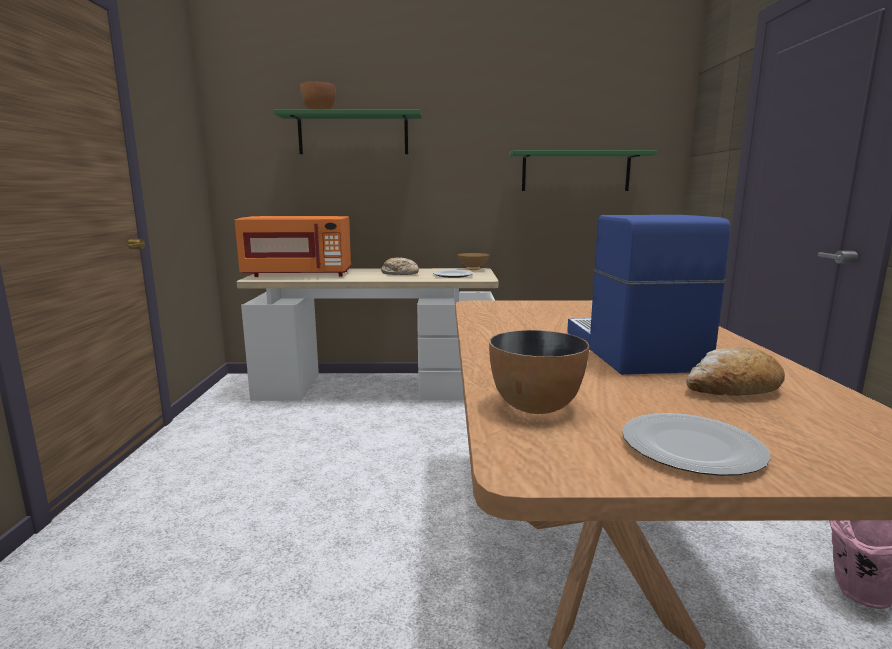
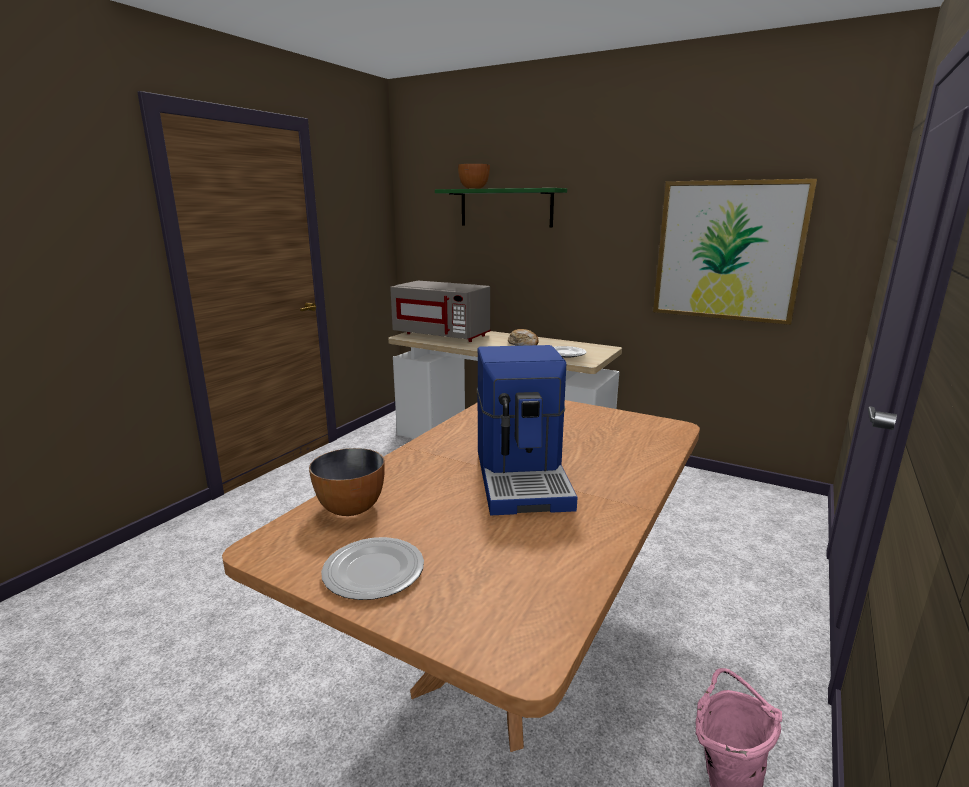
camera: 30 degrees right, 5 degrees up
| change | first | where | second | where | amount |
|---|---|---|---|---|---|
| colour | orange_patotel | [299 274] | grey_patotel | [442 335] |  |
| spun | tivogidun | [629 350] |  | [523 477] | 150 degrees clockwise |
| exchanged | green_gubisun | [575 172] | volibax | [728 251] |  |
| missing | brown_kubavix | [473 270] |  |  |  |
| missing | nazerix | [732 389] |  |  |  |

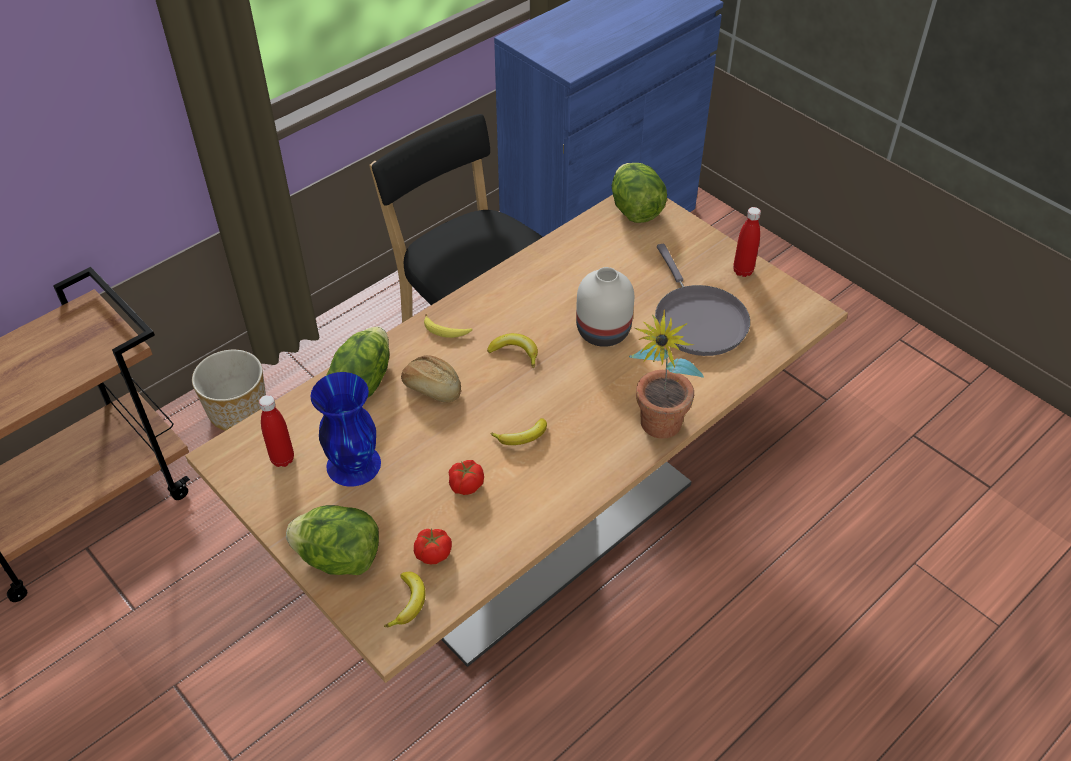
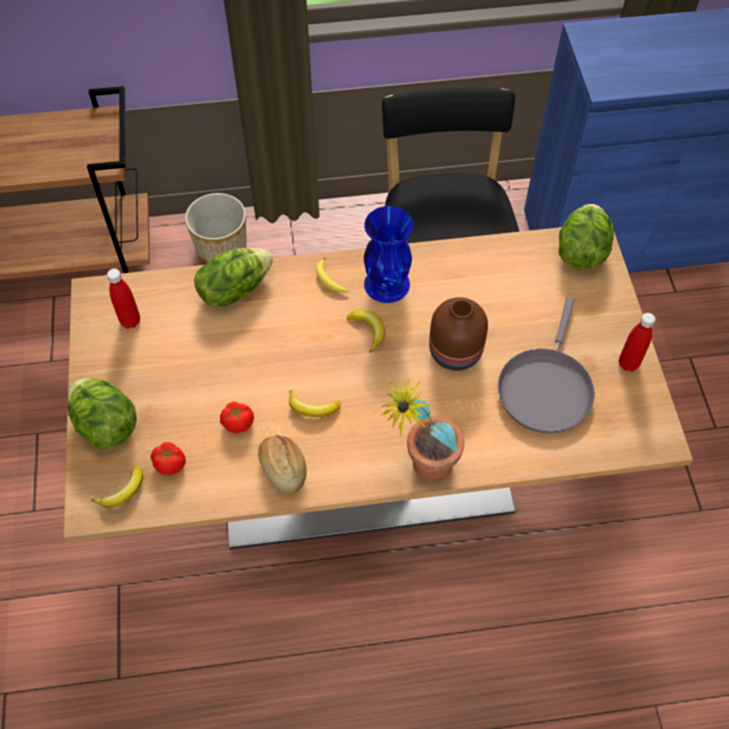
camera: 35 degrees right, 10 degrees up
| change | first | where | second | where | amount |
|---|---|---|---|---|---|
| relocated | nazerix | [432 388] |  | [283 468] |  |
| relocated | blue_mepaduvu | [353 463] |  | [387 283] |  |
| colour | white_mepaduvu | [603 332] | brown_mepaduvu | [454 353] |  |

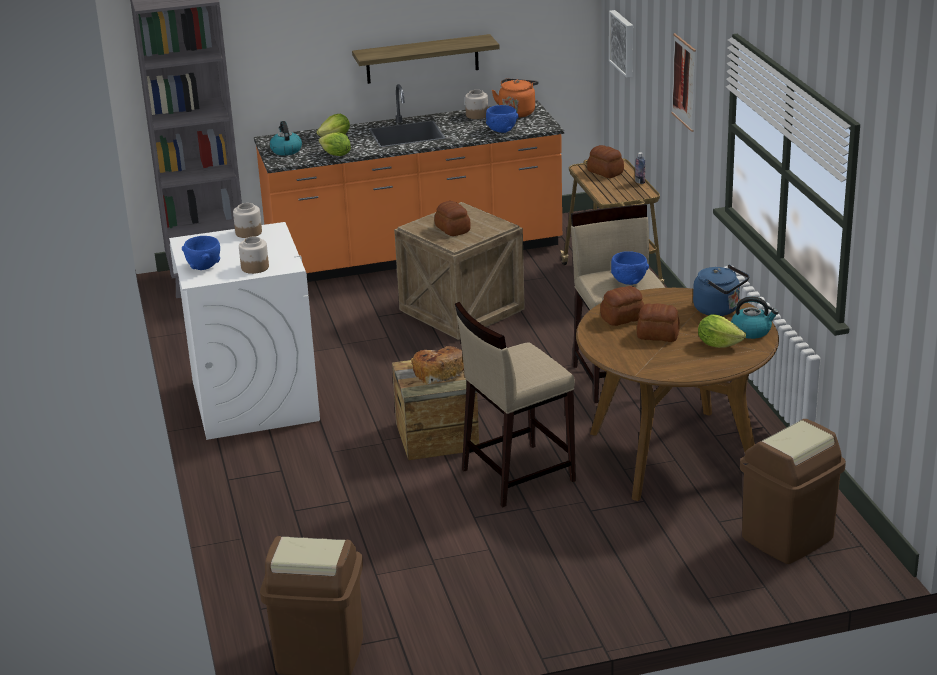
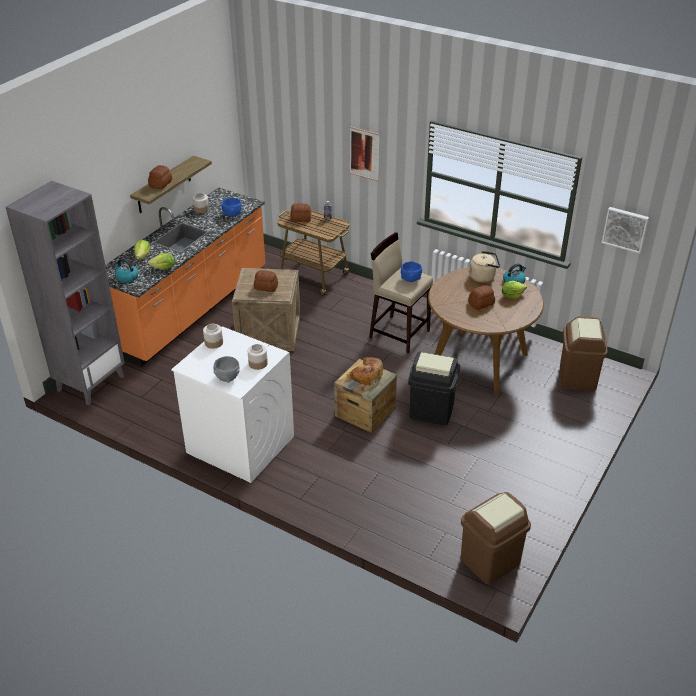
camera: 45 degrees left, 10 degrees up
| change | first | where | second | where | amount |
|---|---|---|---|---|---|
| relocated | nazerix | [622 318] |  | [160 184] |  |
| colour | blue_kubavix | [203 267] | grey_kubavix | [227 378] |  |
| exchanged | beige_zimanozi | [516 475] | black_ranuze | [431 411] |  |
| colour | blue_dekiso | [719 309] | beige_dekiso | [483 277] |  |
| relocated | volibax | [623 43] |  | [625 229] |  |
| missing | orange_dekiso | [517 112] |  |  |  |

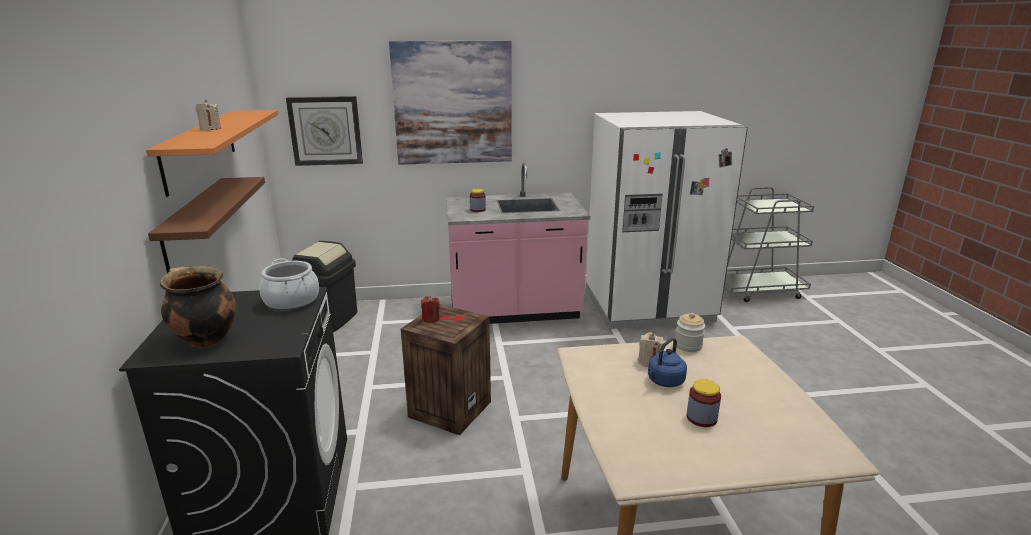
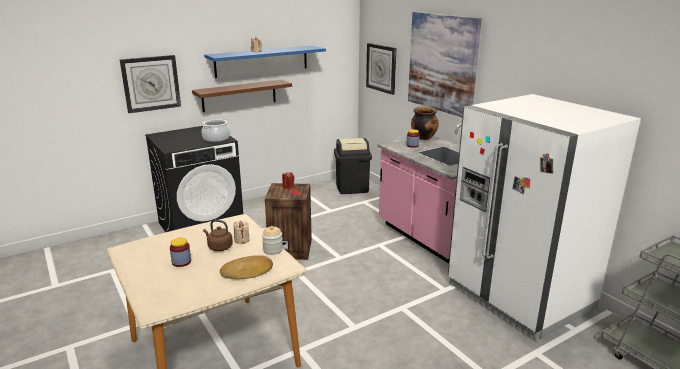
camera: 65 degrees right, 0 degrees up
| change | first | where | second | where | amount |
|---|---|---|---|---|---|
| appeared |  |  | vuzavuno | [151 83] |  |
| colour | blue_dekiso | [664 381] | brown_dekiso | [219 247] |  |
| colour | orange_gubisun | [200 149] | blue_gubisun | [262 61] |  |
| appeared |  |  | nazerix | [248 272] |  |
| relocated | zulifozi | [205 339] |  | [423 137] |  |

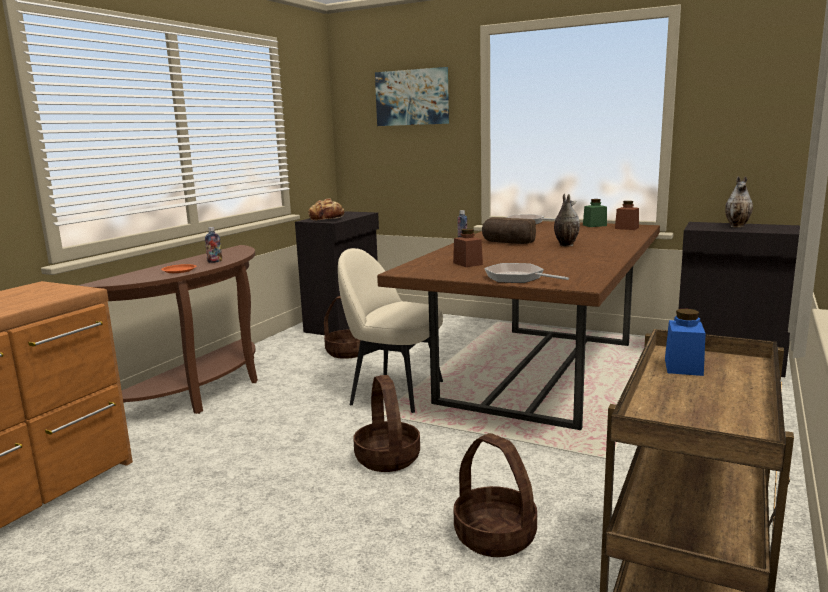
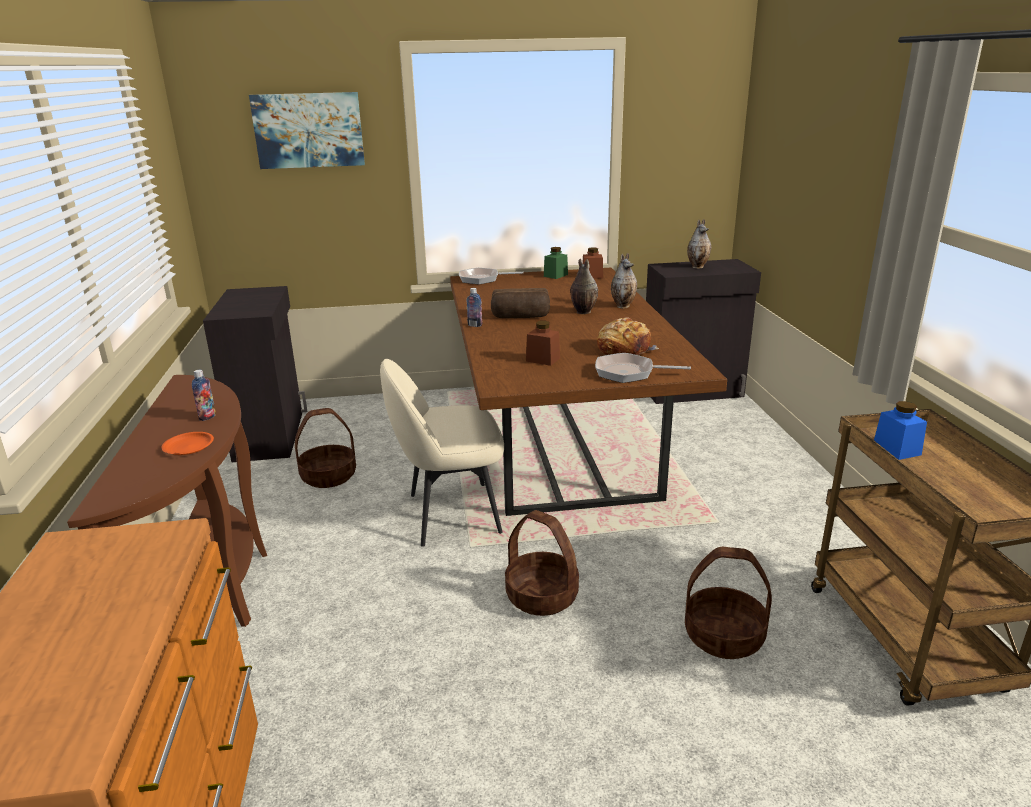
camera: 35 degrees left, 10 degrees up
| change | first | where | second | where | amount |
|---|---|---|---|---|---|
| relocated | nazerix | [327 219] |  | [624 349] |  |
| appeared |  |  | mepaduvu | [623 306] |  |

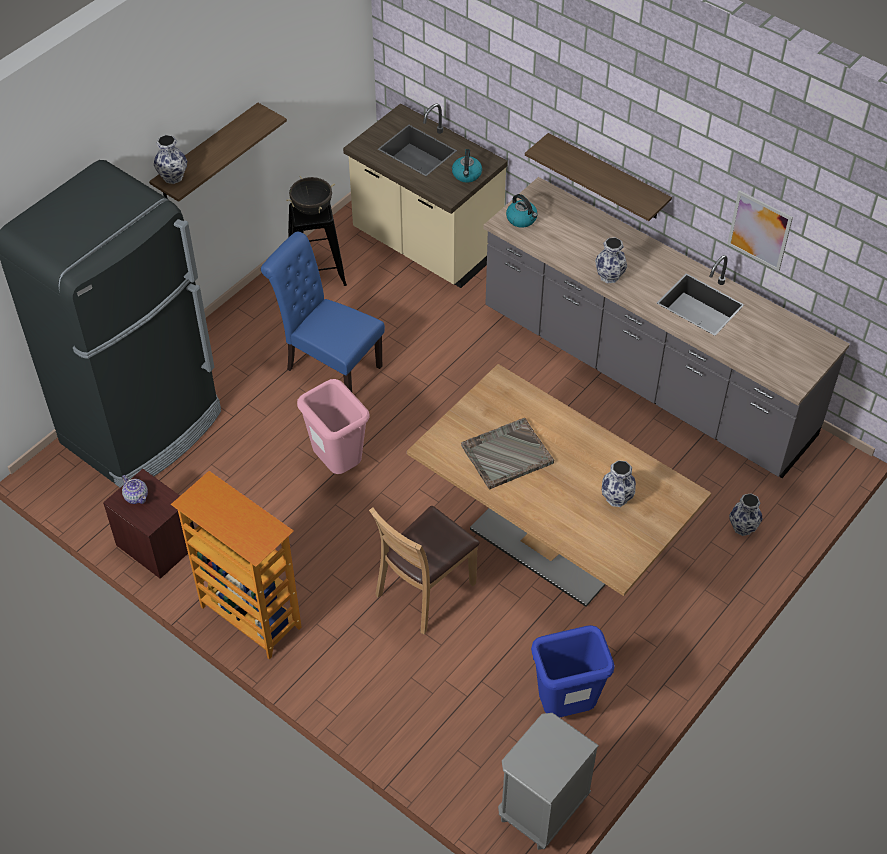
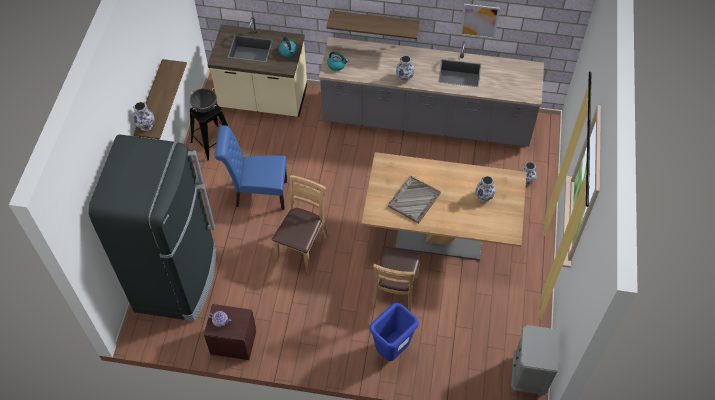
camera: 30 degrees left, 5 degrees up
| change | first | where | second | where | amount |
|---|---|---|---|---|---|
| exchanged | pink_ranuze | [338 465] | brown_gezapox | [302 247] |  |
| relocated | blue_ranuze | [566 707] |  | [392 350] |  |
| missing | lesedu | [250 618] |  |  |  |

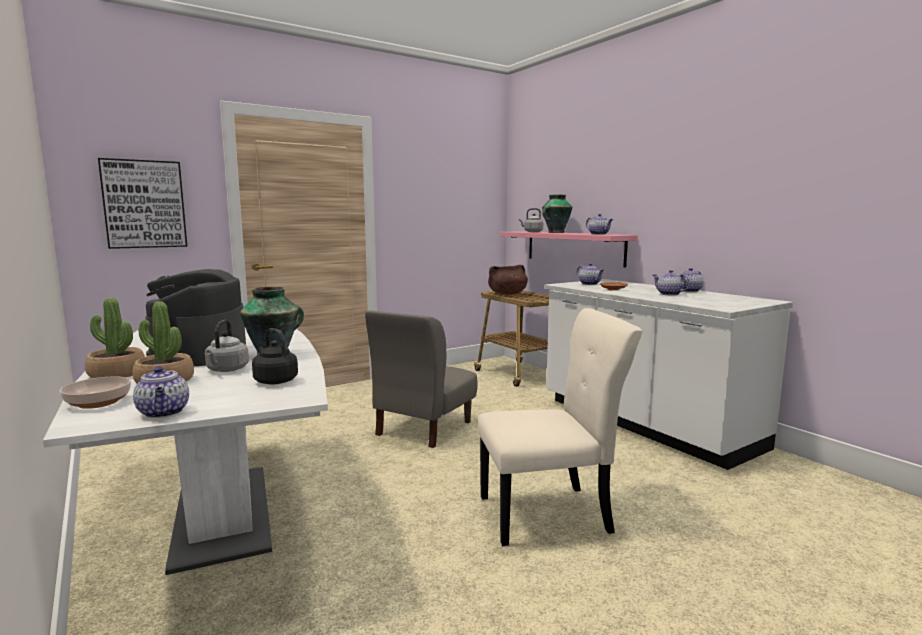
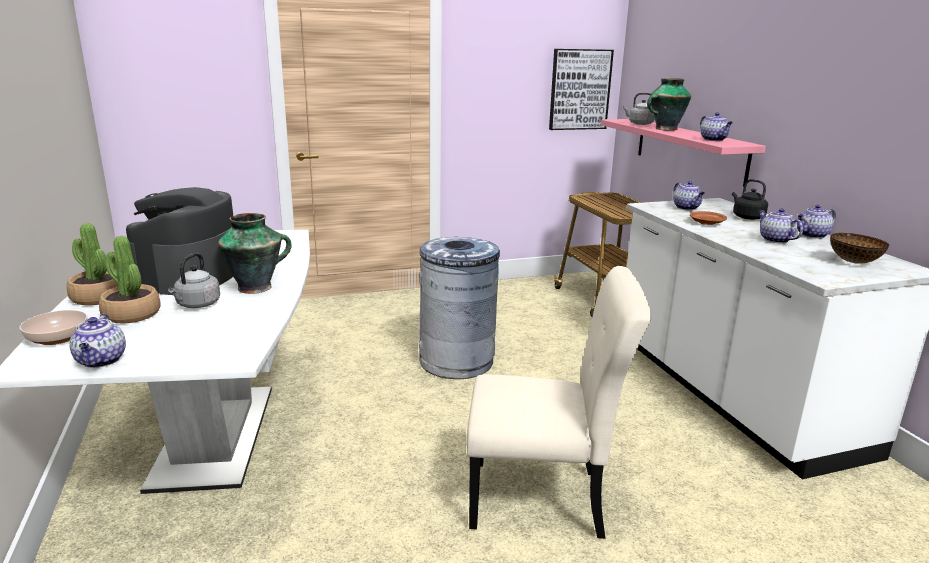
camera: 15 degrees right, 10 degrees up
| change | first | where | second | where | amount |
|---|---|---|---|---|---|
| exchanged | grey_gezapox | [423 428] | grey_ranuze | [457 361] |  |
| relocated | volibax | [144 204] |  | [579 89] |  |
| relocated | black_dekiso | [274 380] |  | [746 217] |  |
| appeared |  |  | kubavix | [854 262] |  |
| missing | brown_zulifozi | [507 294] |  |  |  |

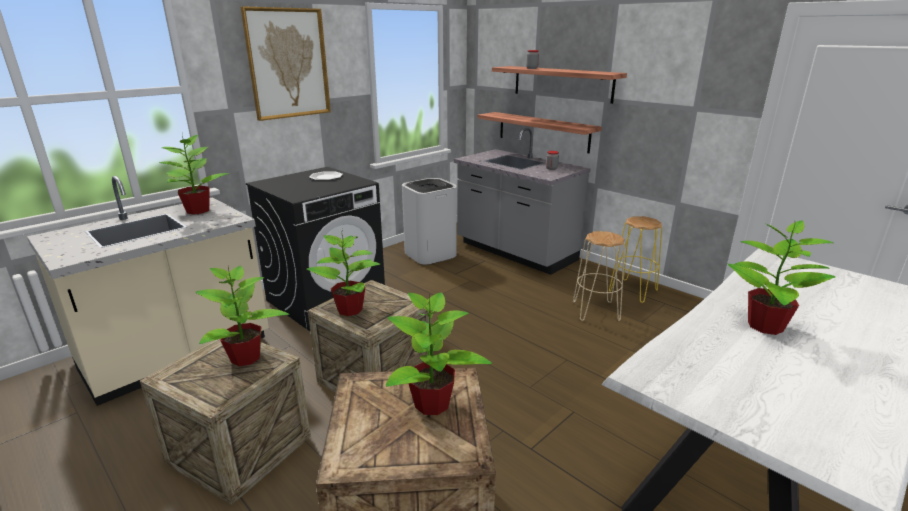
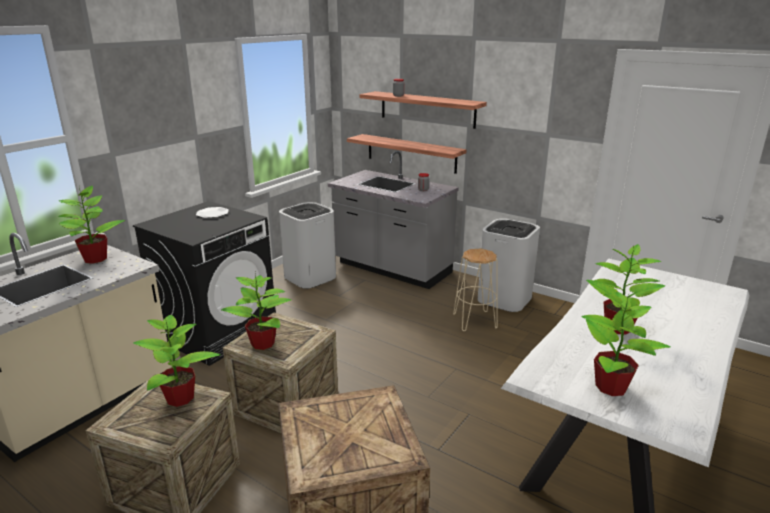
camera: 10 degrees left, 0 degrees up
| change | first | where | second | where | amount |
|---|---|---|---|---|---|
| exchanged | yellow_zimanozi | [633 291] | white_ranuze | [505 299] |  |
| relocated | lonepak | [432 404] |  | [612 387] |  |
| missing | volibax | [288 63] |  |  |  |

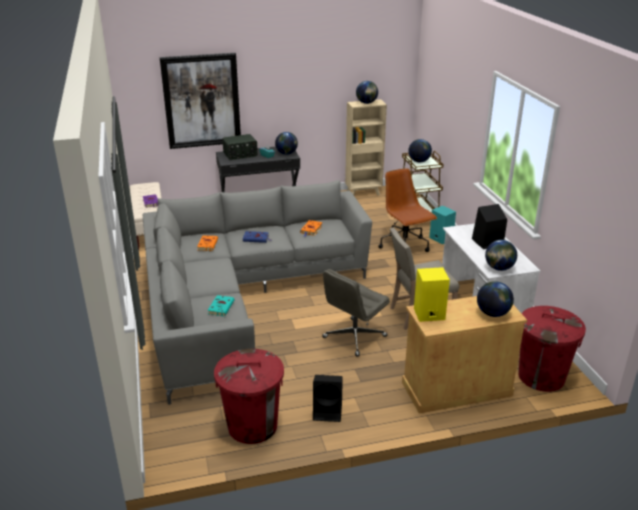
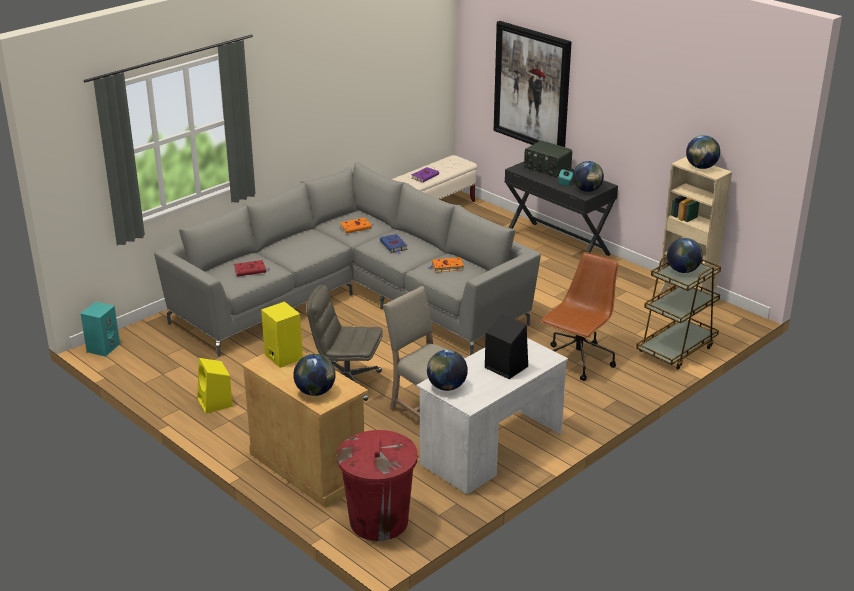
camera: 60 degrees right, 0 degrees up
| change | first | where | second | where | amount |
|---|---|---|---|---|---|
| relocated | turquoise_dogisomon | [440 238] |  | [103 347] |  |
| colour | black_dogisomon | [328 411] | yellow_dogisomon | [215 403] |  |
| colour | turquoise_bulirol | [221 307] | red_bulirol | [251 270] |  |
| missing | red_ranuze | [252 426] |  |  |  |

